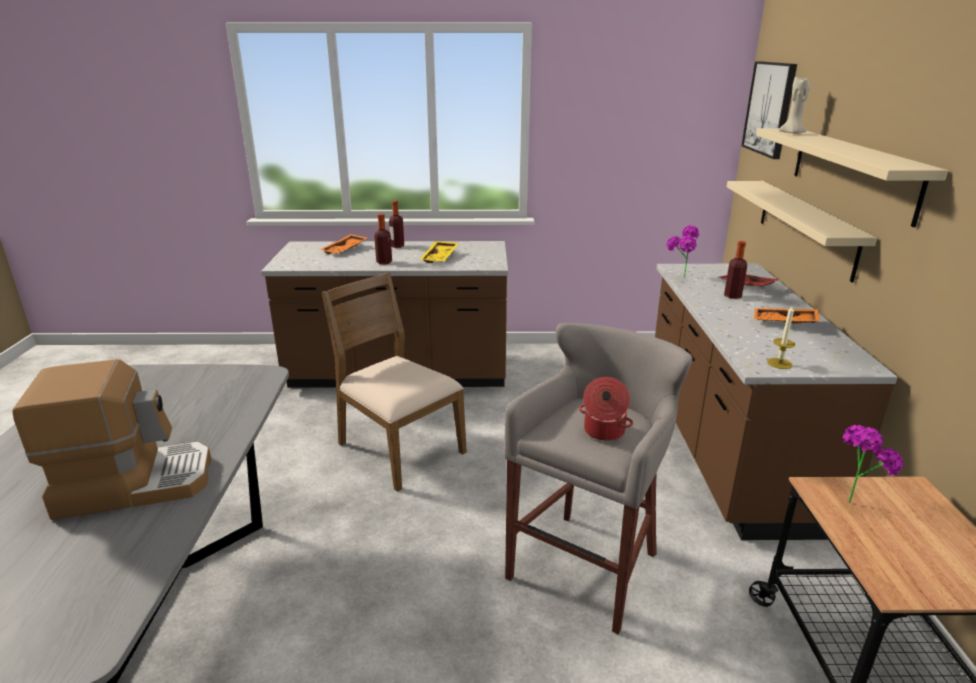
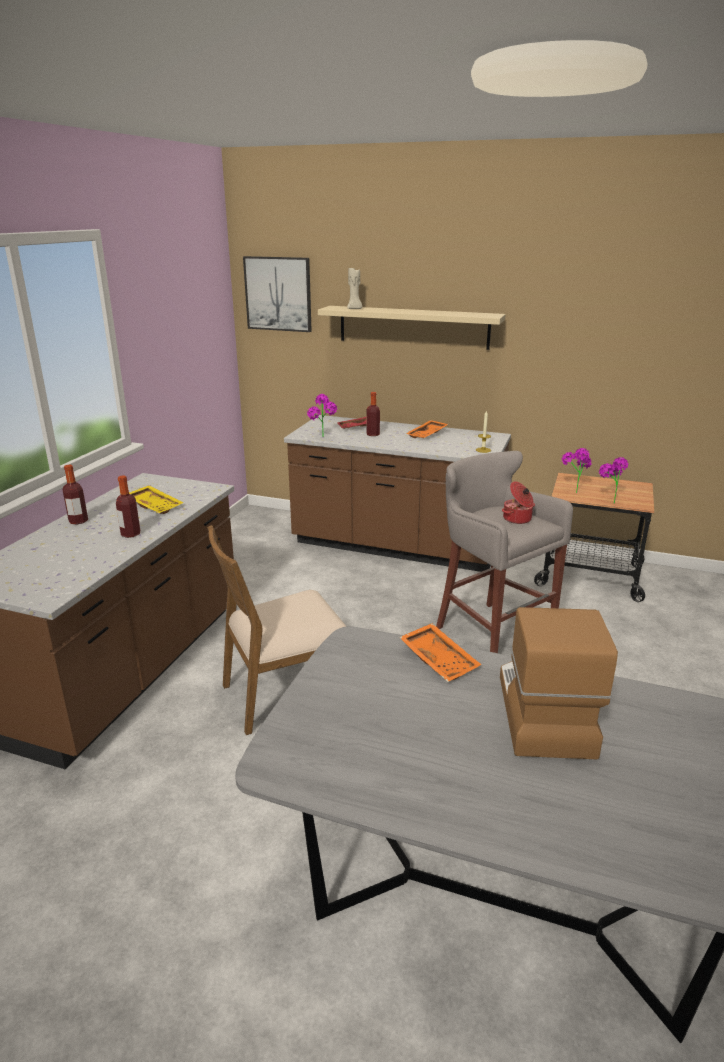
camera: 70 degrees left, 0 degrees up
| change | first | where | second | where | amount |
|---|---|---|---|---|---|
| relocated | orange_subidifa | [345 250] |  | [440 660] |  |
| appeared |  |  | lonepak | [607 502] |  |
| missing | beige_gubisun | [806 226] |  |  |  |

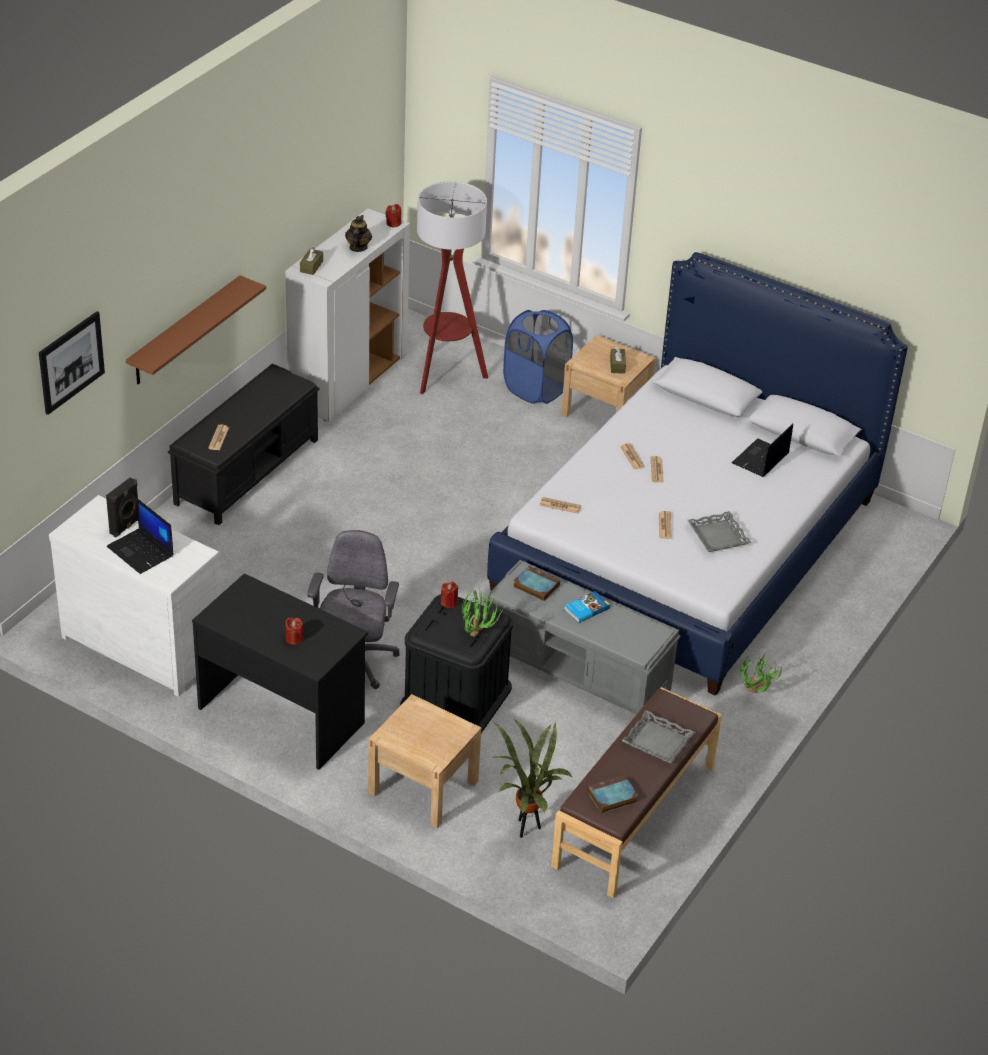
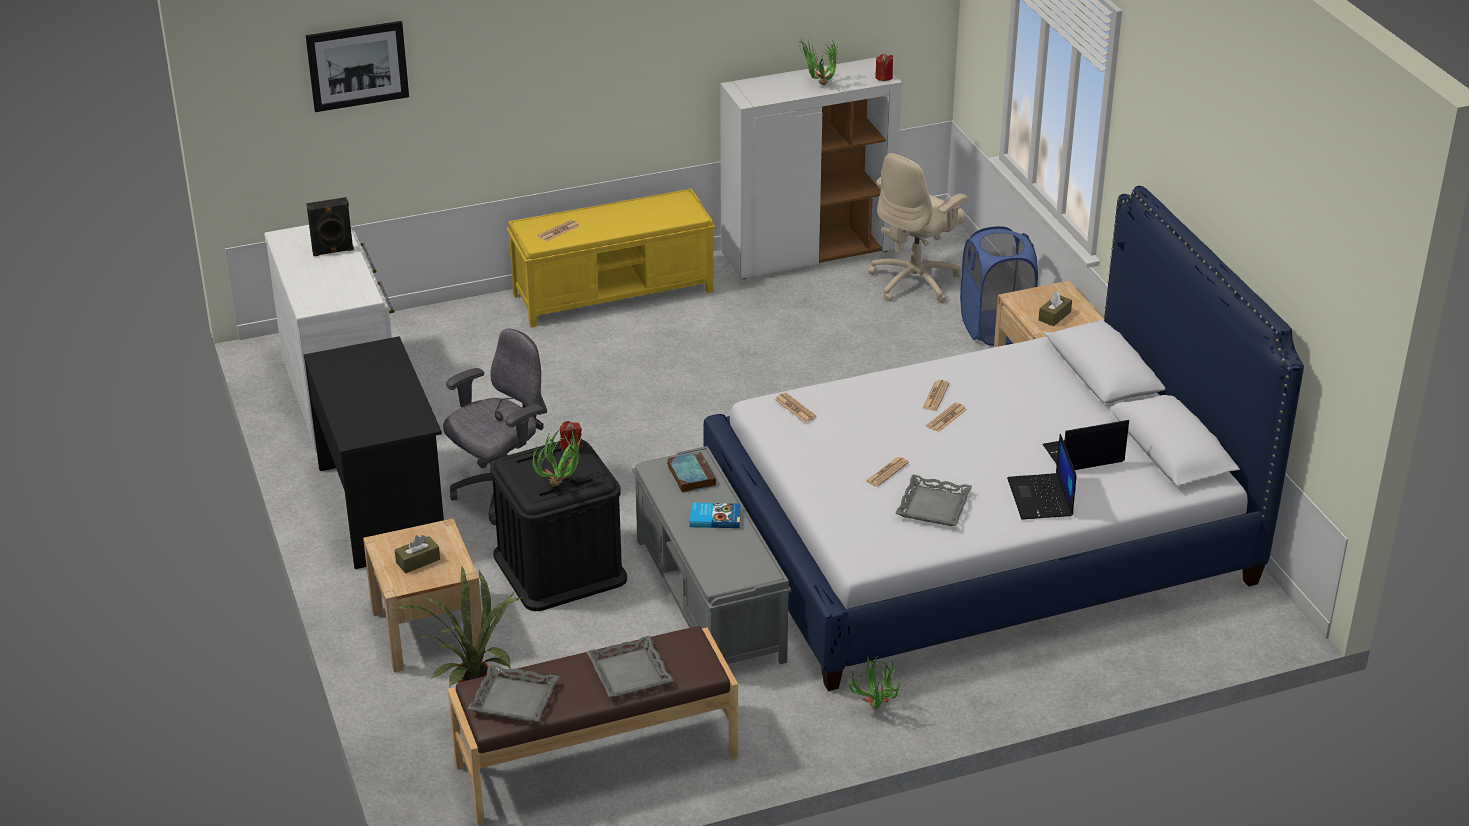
camera: 40 degrees right, 5 degrees down
| change | first | where | second | where | amount |
|---|---|---|---|---|---|
| relocated | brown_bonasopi | [311 266] |  | [418 561] |  |
| exchanged | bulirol | [611 797] | grey_subidifa | [514 700] |  |
| colour | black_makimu | [248 471] | yellow_makimu | [614 293] |  |
| exchanged | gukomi | [358 247] | lonepak | [819 86] |  |
| exchanged | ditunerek | [446 374] | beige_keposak | [915 281] |  |
| relocated | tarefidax | [141 551] |  | [1041 498] |  |
| missing | brown_gubisun | [185 331] |  |  |  |
| missing | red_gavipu | [294 638] |  |  |  |

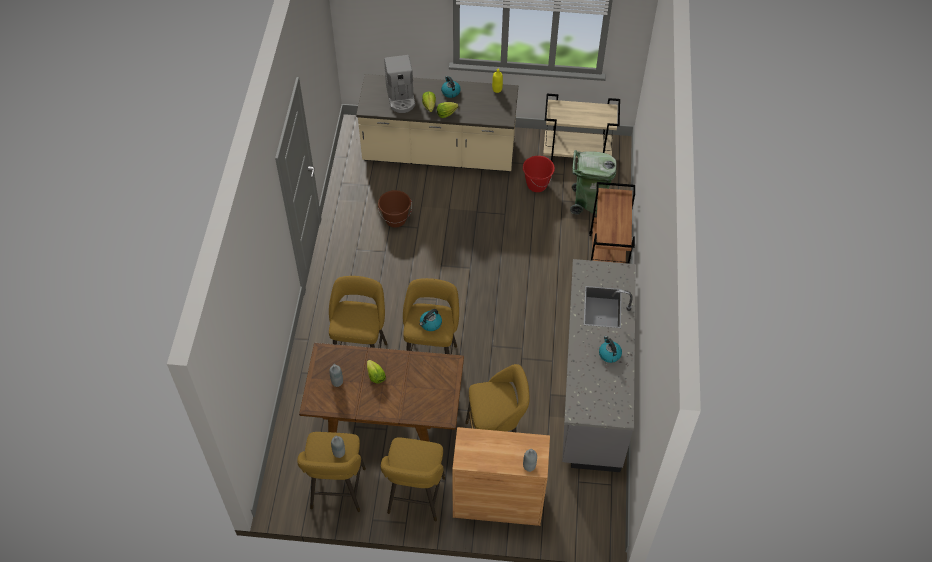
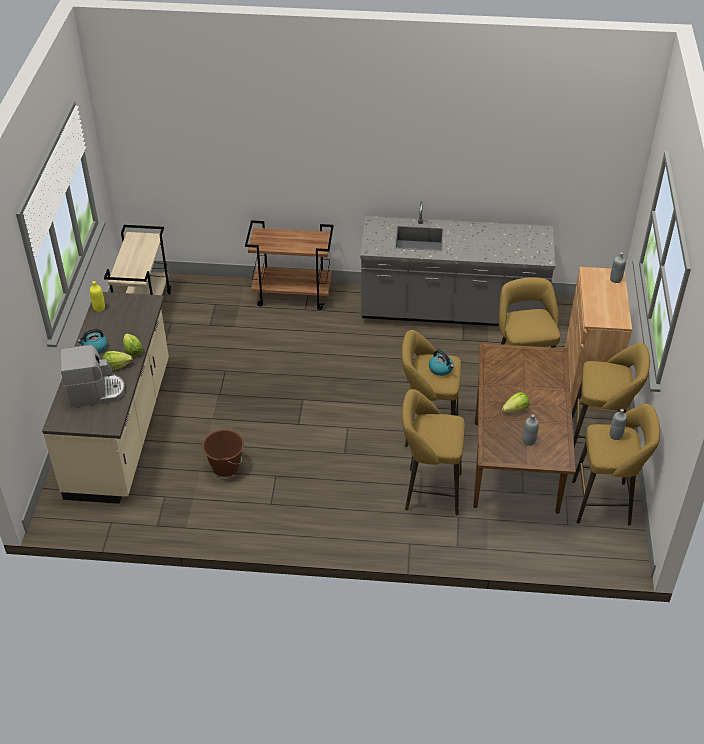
camera: 90 degrees left, 10 degrees down
| change | first | where | second | where | amount |
|---|---|---|---|---|---|
| missing | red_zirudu | [536 185] |  |  |  |
| missing | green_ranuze | [587 203] |  |  |  |
| missing | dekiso | [609 354] |  |  |  |

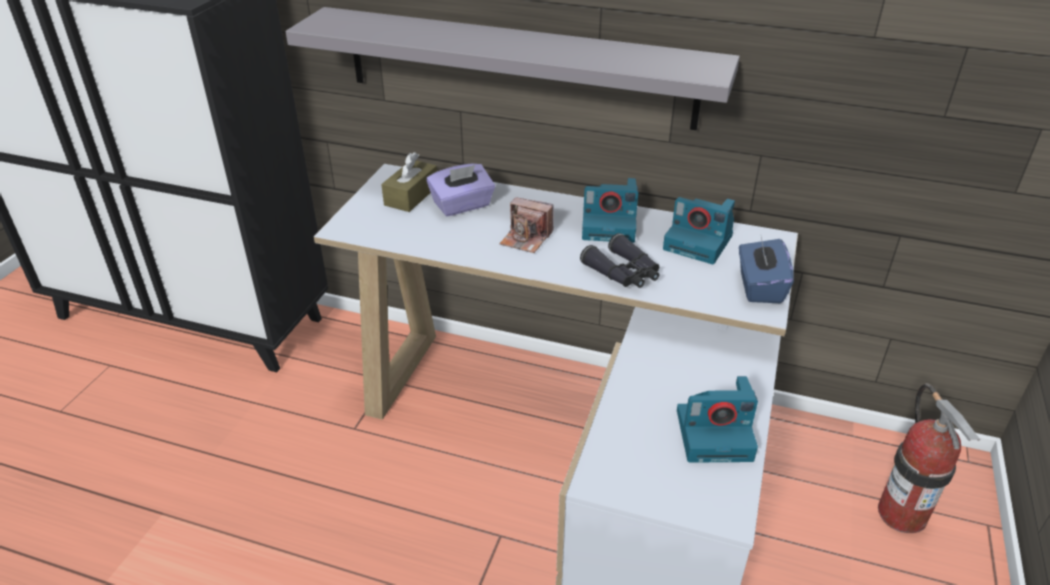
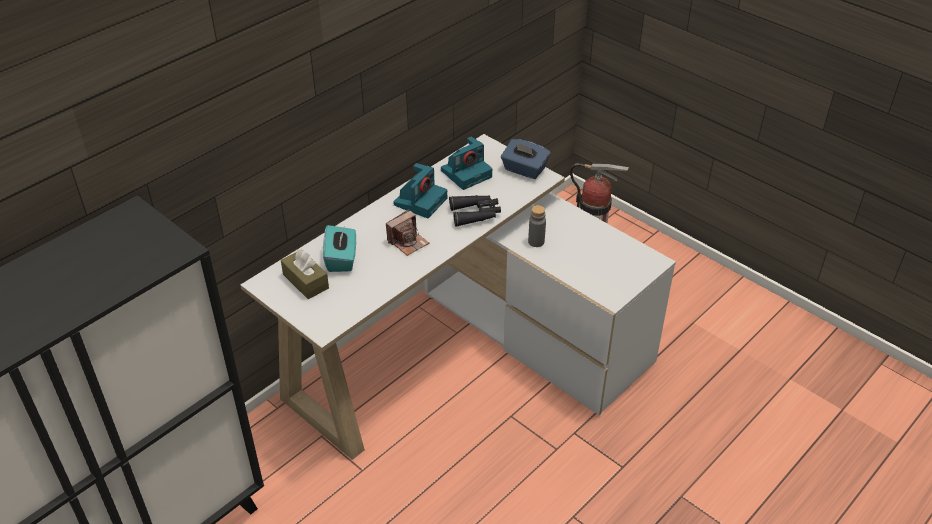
camera: 65 degrees left, 5 degrees up
| change | first | where | second | where | amount |
|---|---|---|---|---|---|
| colour | purple_bonasopi | [462 205] | turquoise_bonasopi | [341 259] |  |
| appeared |  |  | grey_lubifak | [536 242] |  |
| missing | grey_gubisun | [518 67] |  |  |  |
| missing | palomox | [716 434] |  |  |  |

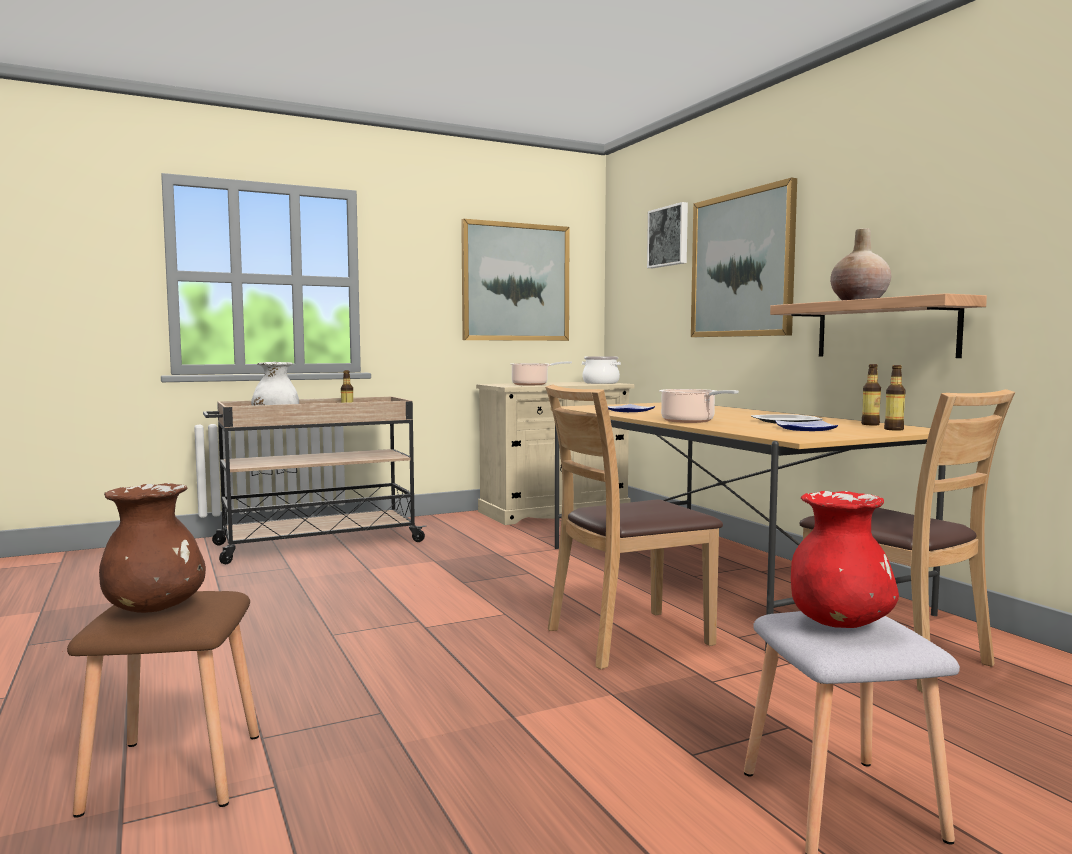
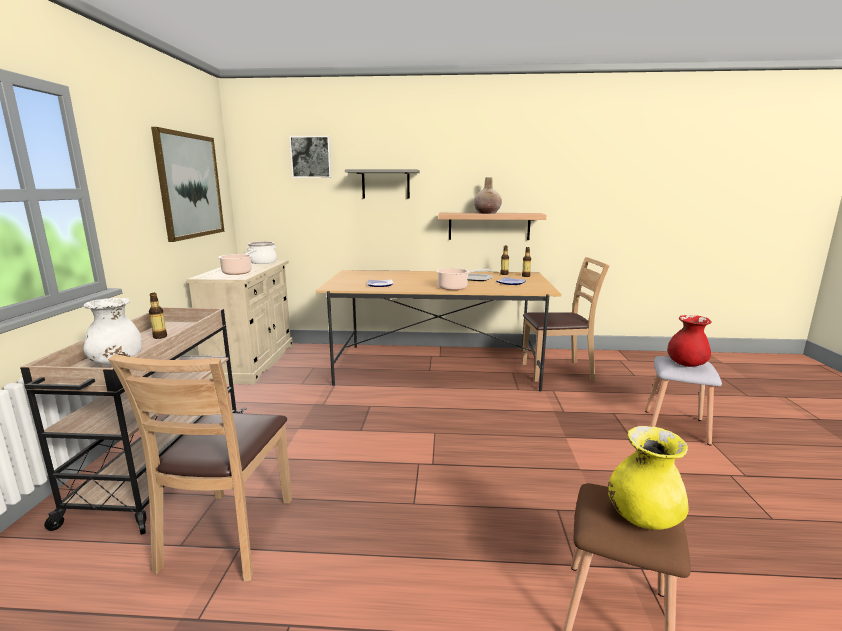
camera: 60 degrees left, 10 degrees up
| change | first | where | second | where | amount |
|---|---|---|---|---|---|
| relocated | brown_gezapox | [627 638] |  | [229 534] |  |
| exchanged | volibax | [742 265] | grey_gubisun | [385 184] |  |
| colour | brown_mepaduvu | [155 609] | yellow_mepaduvu | [643 517] |  |

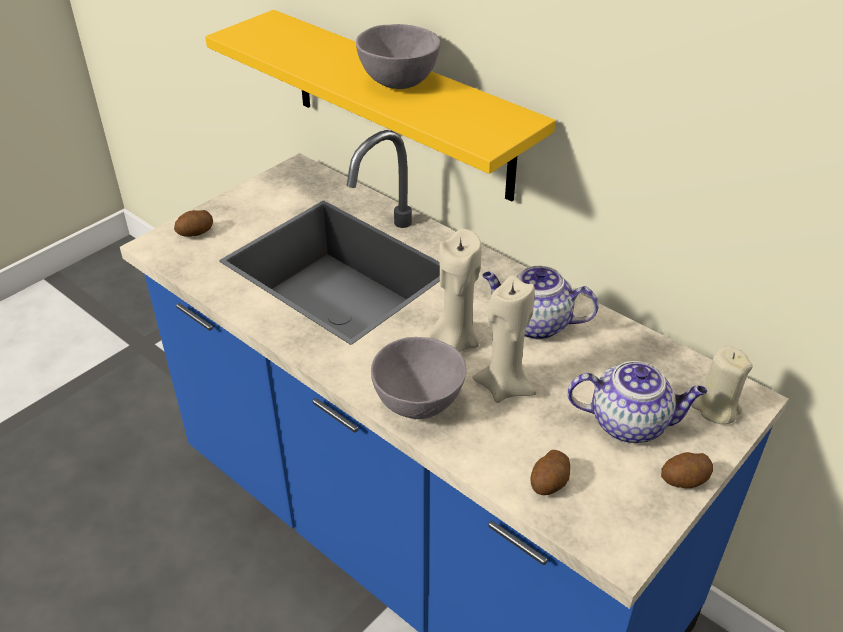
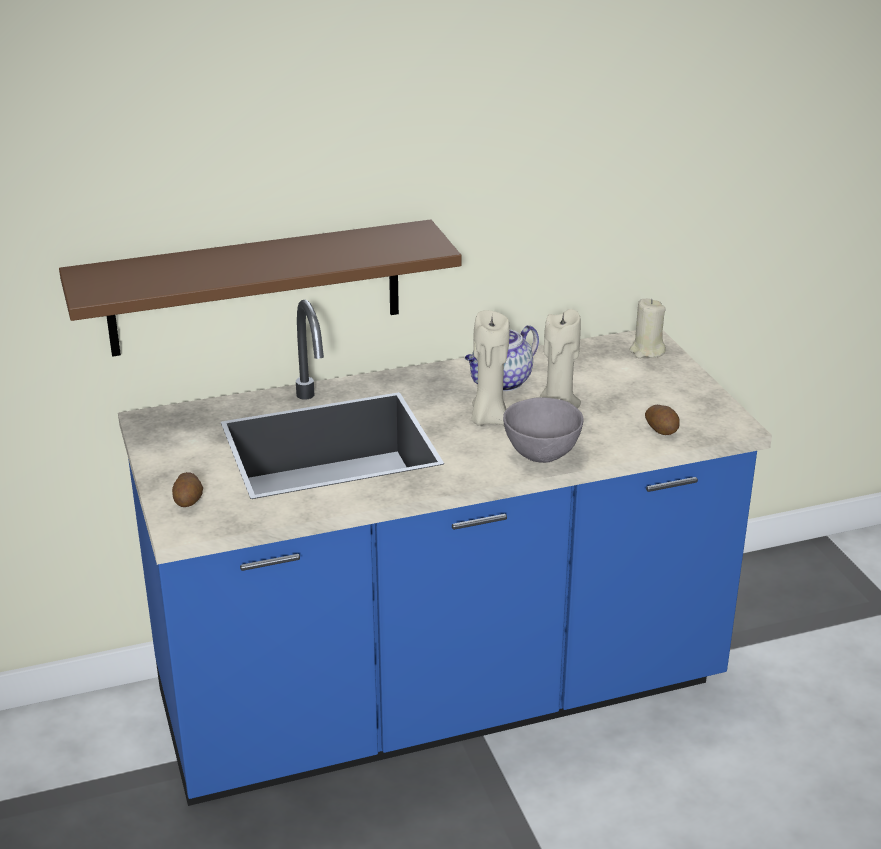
camera: 60 degrees left, 10 degrees down
| change | first | where | second | where | amount |
|---|---|---|---|---|---|
| colour | yellow_gubisun | [400 105] | brown_gubisun | [255 288] |  |
| missing | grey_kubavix | [397 82] |  |  |  |
| missing | gukomi | [630 423] |  |  |  |
| missing | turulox | [685 481] |  |  |  |

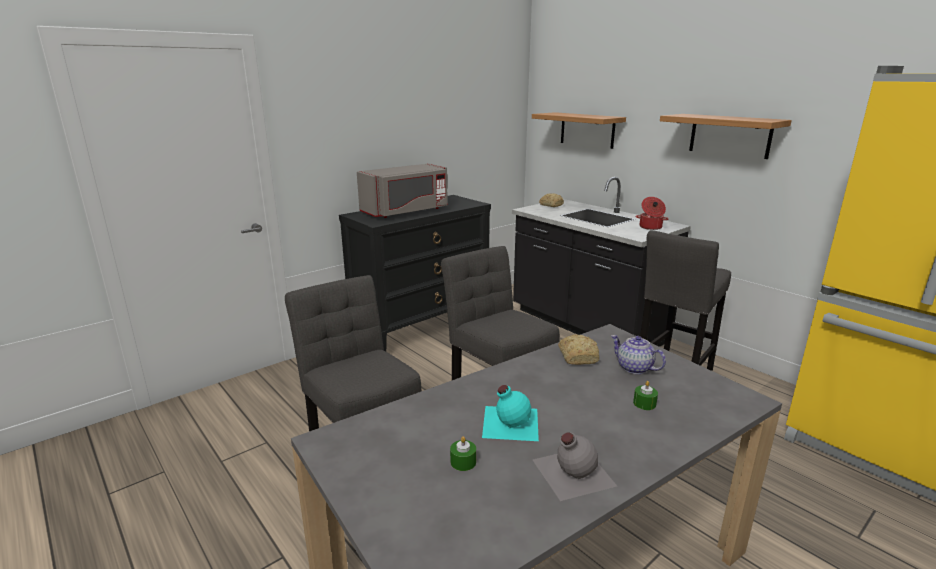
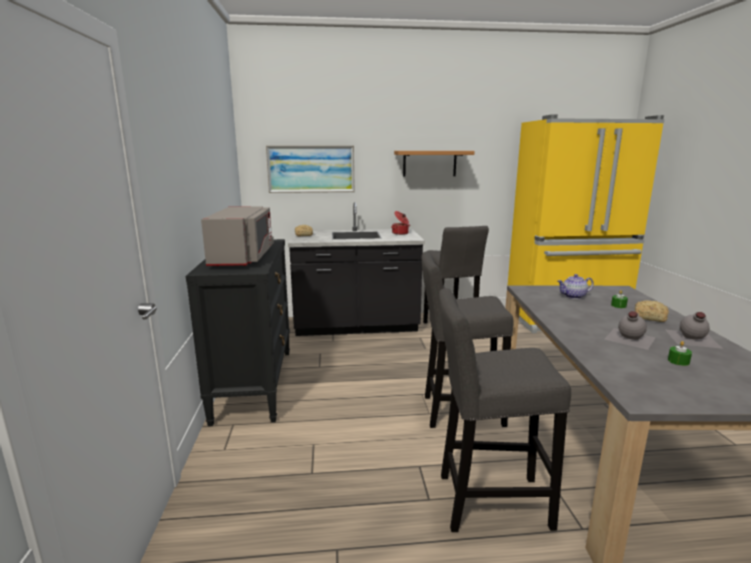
camera: 55 degrees left, 5 degrees down
| change | first | where | second | where | amount |
|---|---|---|---|---|---|
| exchanged | gubisun | [587 130] | volibax | [311 169] |  |
| colour | turquoise_lubifak | [509 422] | grey_lubifak | [629 338] |  |
| relocated | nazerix | [578 357] |  | [648 317] |  |

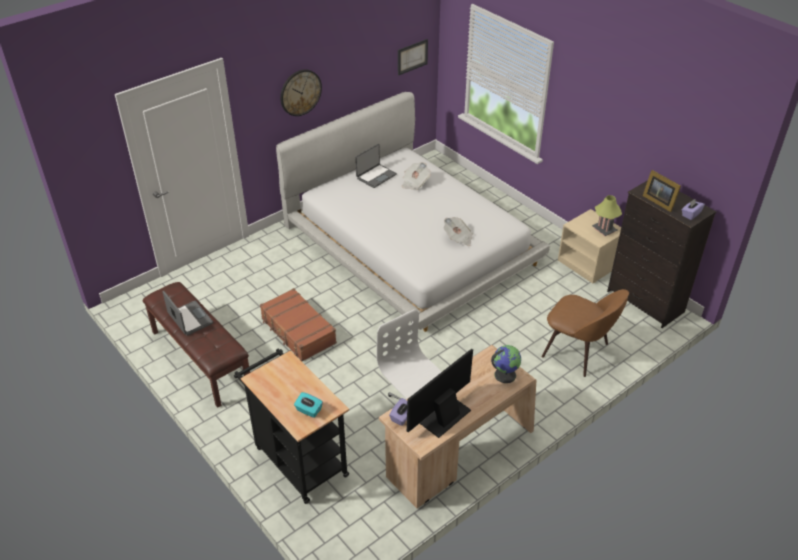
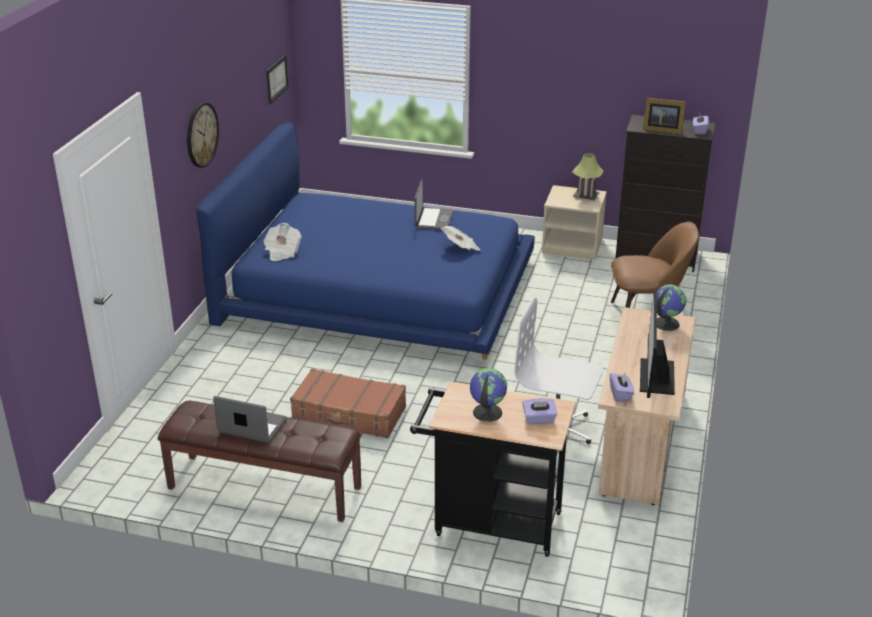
camera: 35 degrees left, 10 degrees down
| change | first | where | second | where | amount |
|---|---|---|---|---|---|
| colour | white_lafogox | [410 242] | blue_lafogox | [376 290] |  |
| relocated | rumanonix | [414 183] |  | [282 252] |  |
| relocated | tarefidax | [376 176] |  | [433 220] |  |
| appeared |  |  | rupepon | [486 412] |  |
| colour | turquoise_bonasopi | [308 410] | purple_bonasopi | [539 420] |  |

